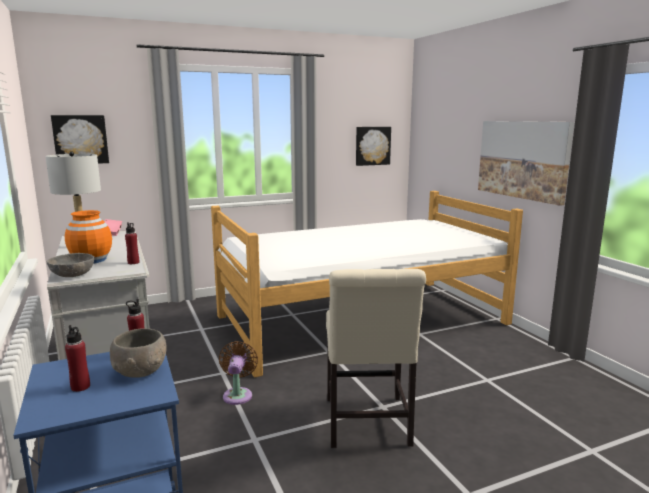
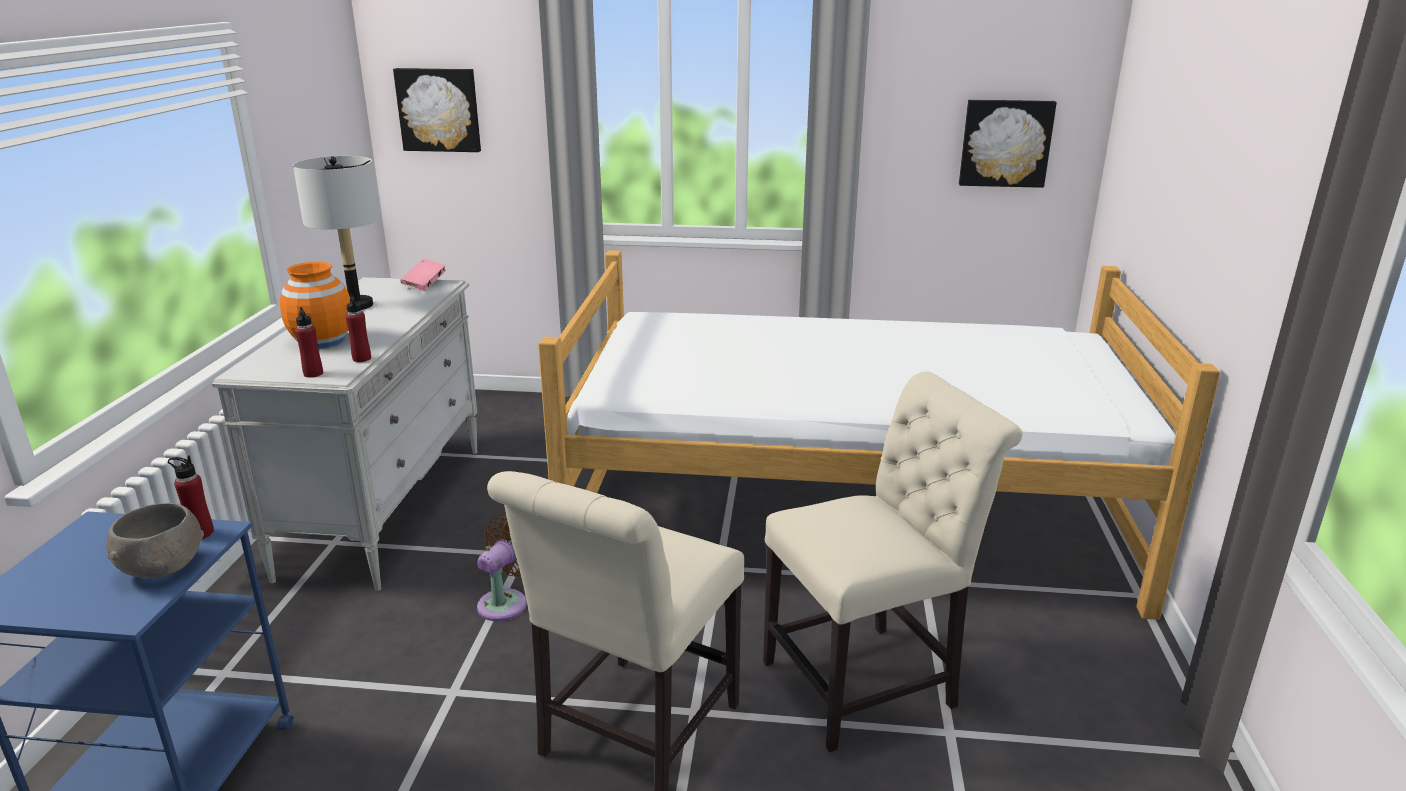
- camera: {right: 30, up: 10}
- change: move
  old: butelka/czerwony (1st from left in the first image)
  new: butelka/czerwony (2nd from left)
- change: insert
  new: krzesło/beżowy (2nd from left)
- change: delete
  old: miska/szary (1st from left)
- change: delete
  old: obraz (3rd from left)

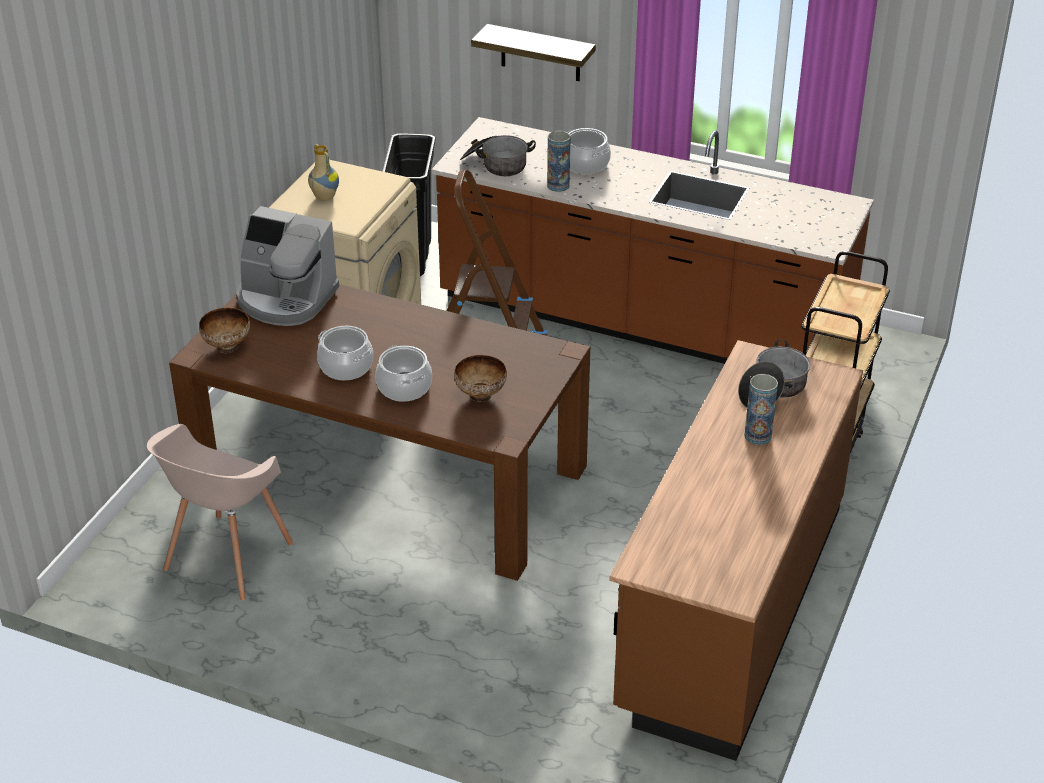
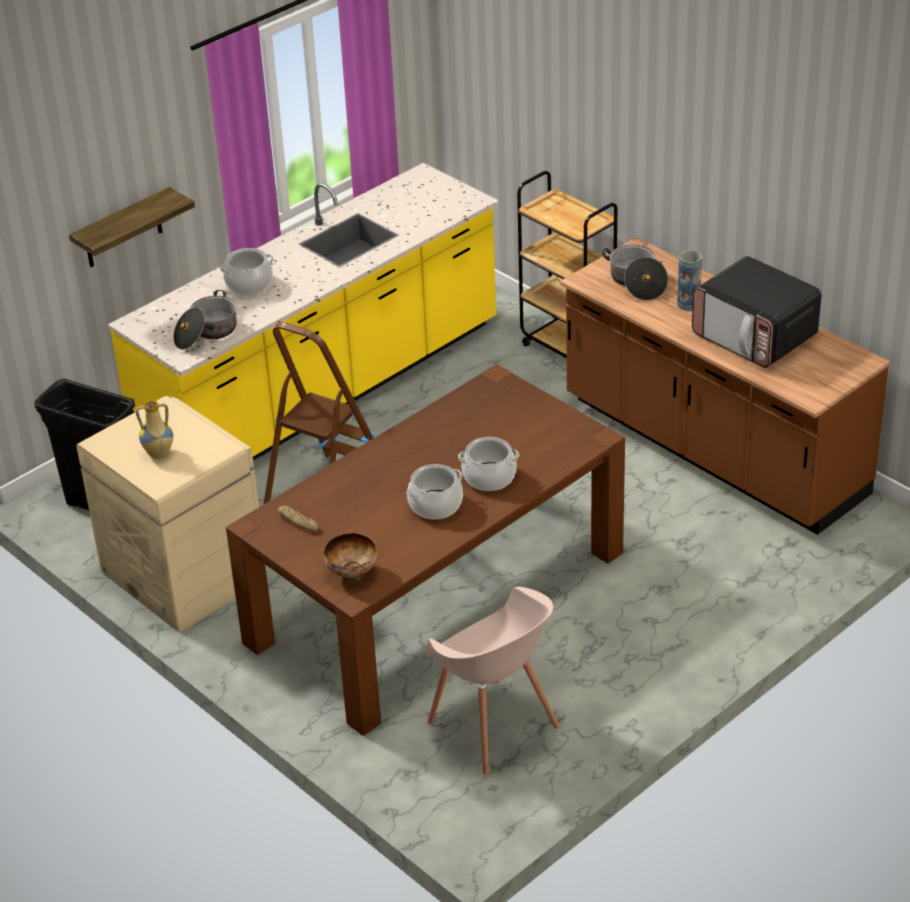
- camera: {right: -65, up: 0}
- change: recolor
  old: zabudowa kuchenna/brązowy (1st from left)
  new: zabudowa kuchenna/żółty
- change: replace
  old: ekspres do kawy
  new: chleb
- change: insert
  new: mikrofalówka
- change: delete
  old: miska (2nd from left)
- change: delete
  old: wazon (2nd from left)

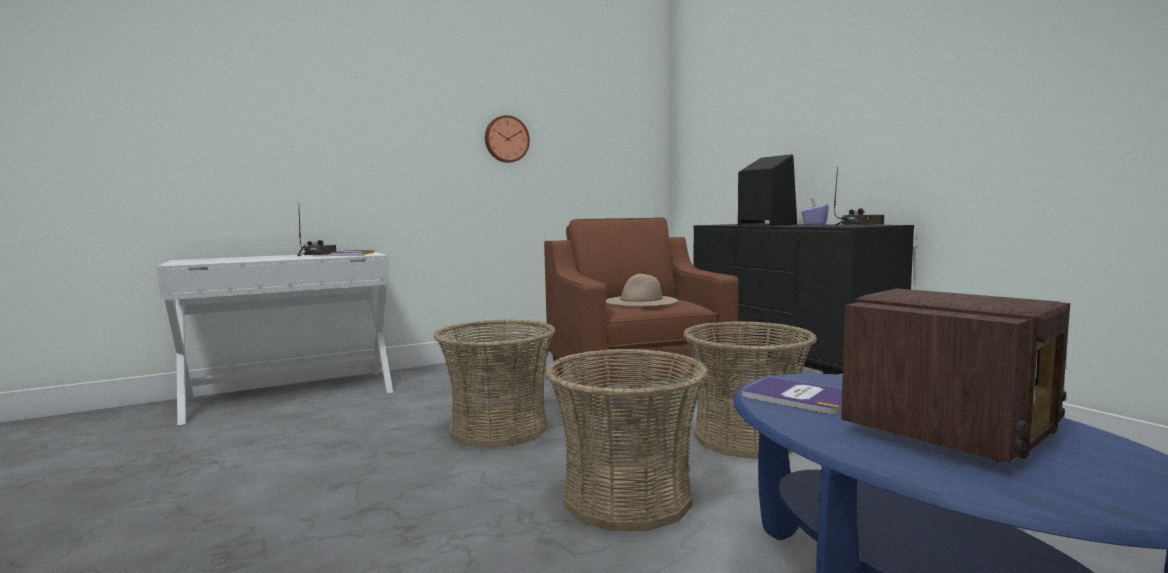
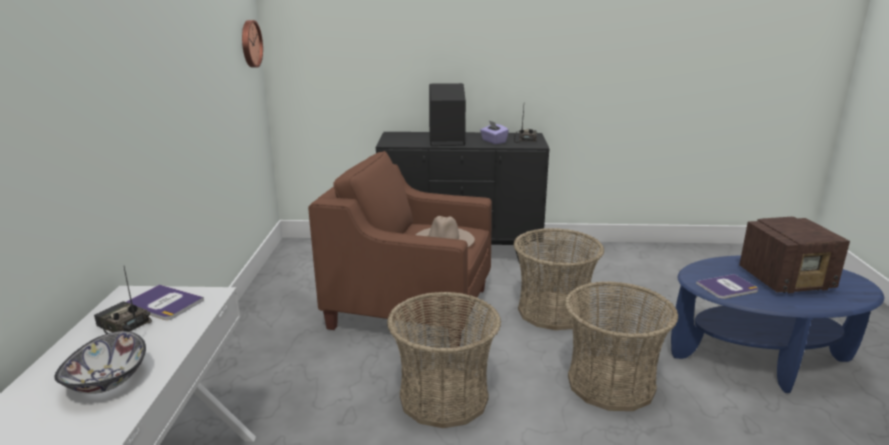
- camera: {right: -60, up: 15}
- change: insert
  new: miska
- change: move
  old: zegar ścienny
- change: rotate
  old: radio (3rd from left)
  degrees: 90

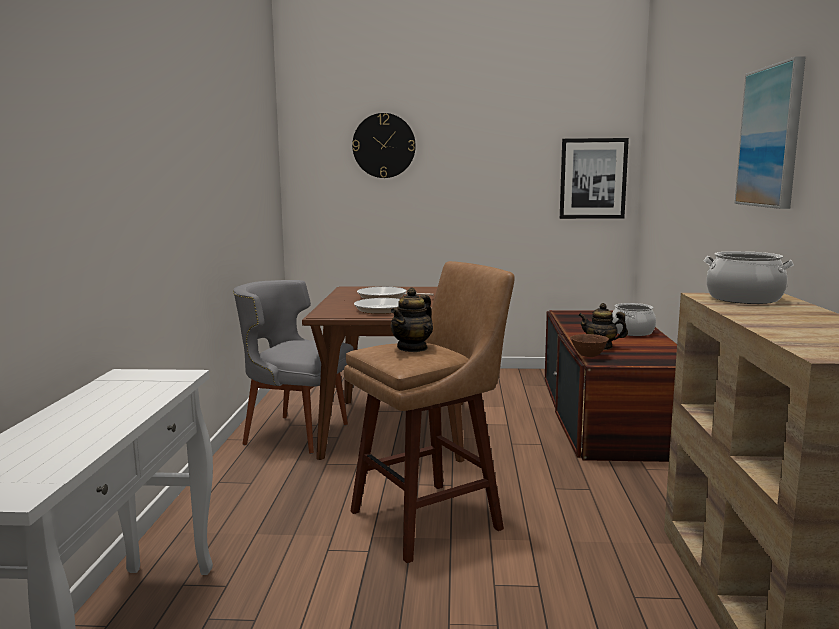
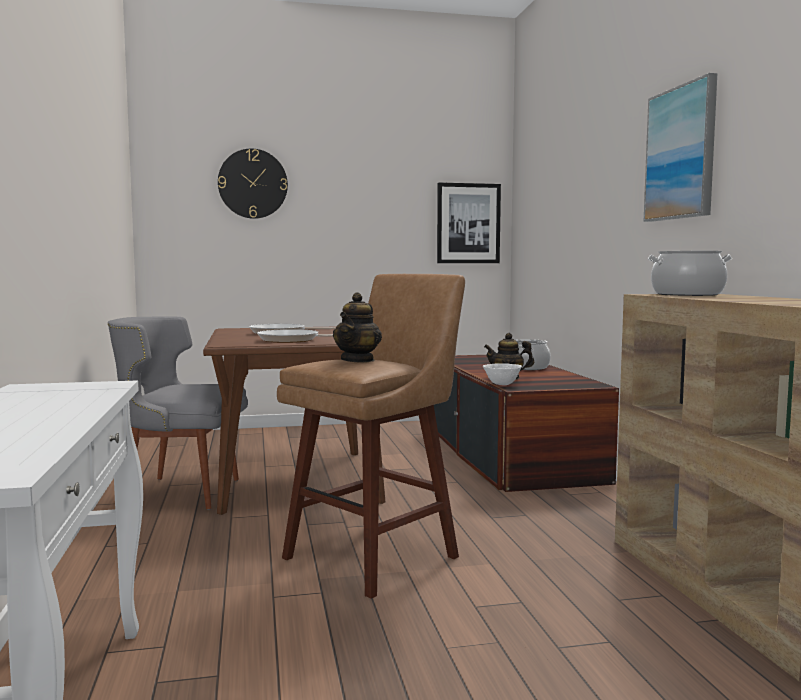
- camera: {right: -15, up: -5}
- change: recolor
  old: miska/brązowy
  new: miska/biały

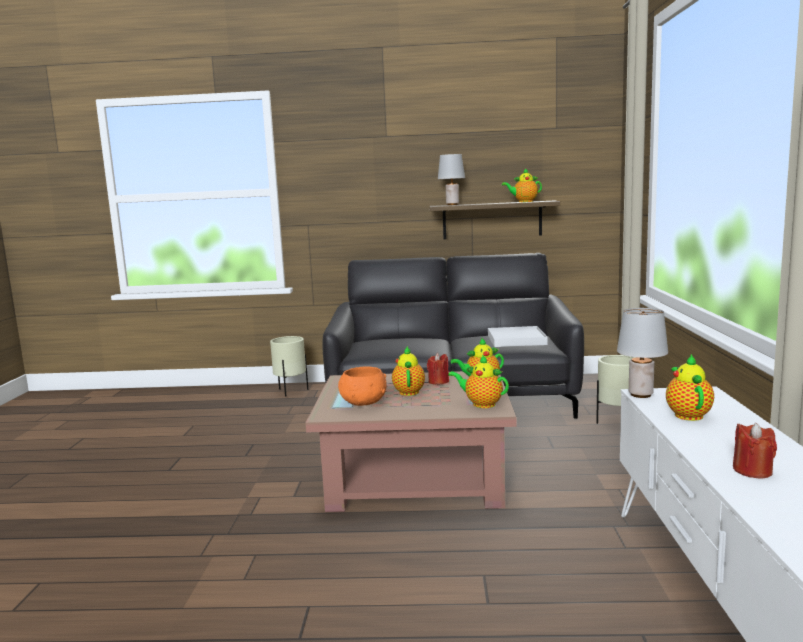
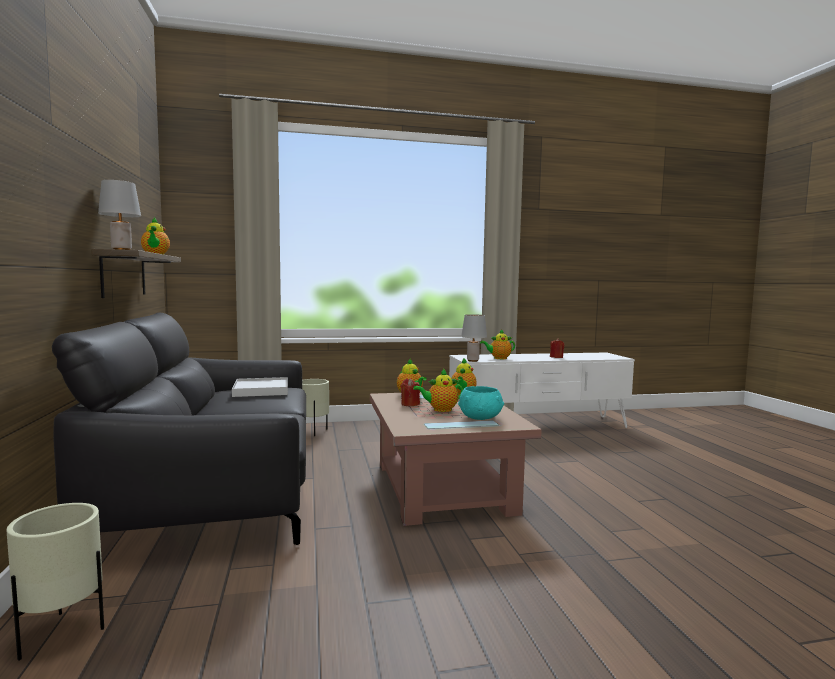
- camera: {right: -105, up: -5}
- change: recolor
  old: miska/pomarańczowy
  new: miska/turkusowy

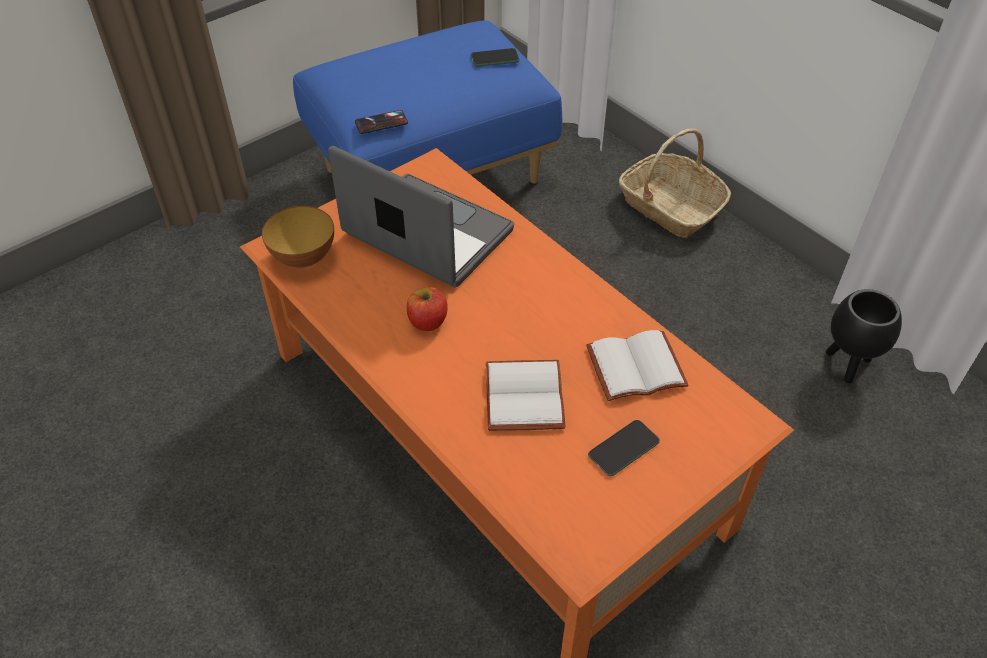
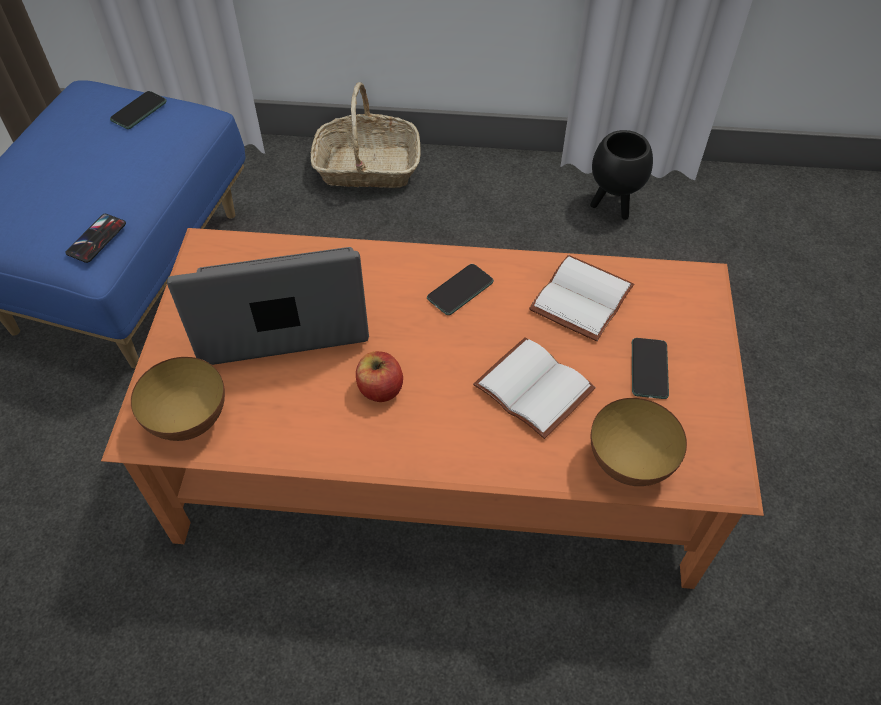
- camera: {right: -45, up: 5}
- change: insert
  new: telefon (3rd from left)
- change: insert
  new: miska (2nd from left)

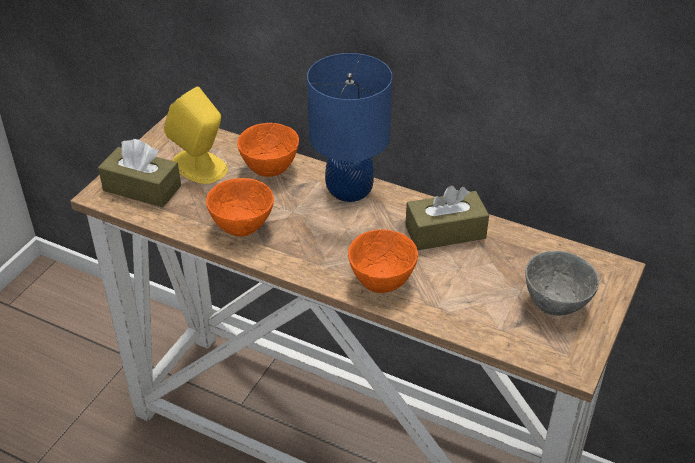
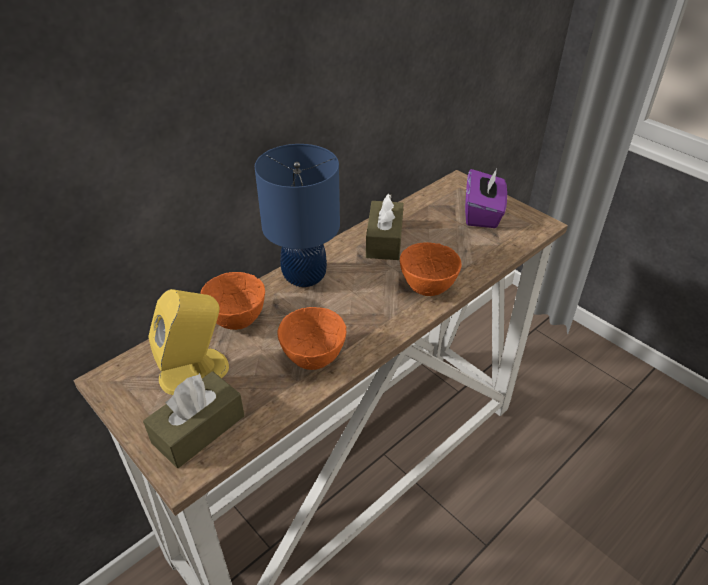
- camera: {right: -70, up: 0}
- change: replace
  old: miska/szary
  new: pudełko chusteczek/fioletowy

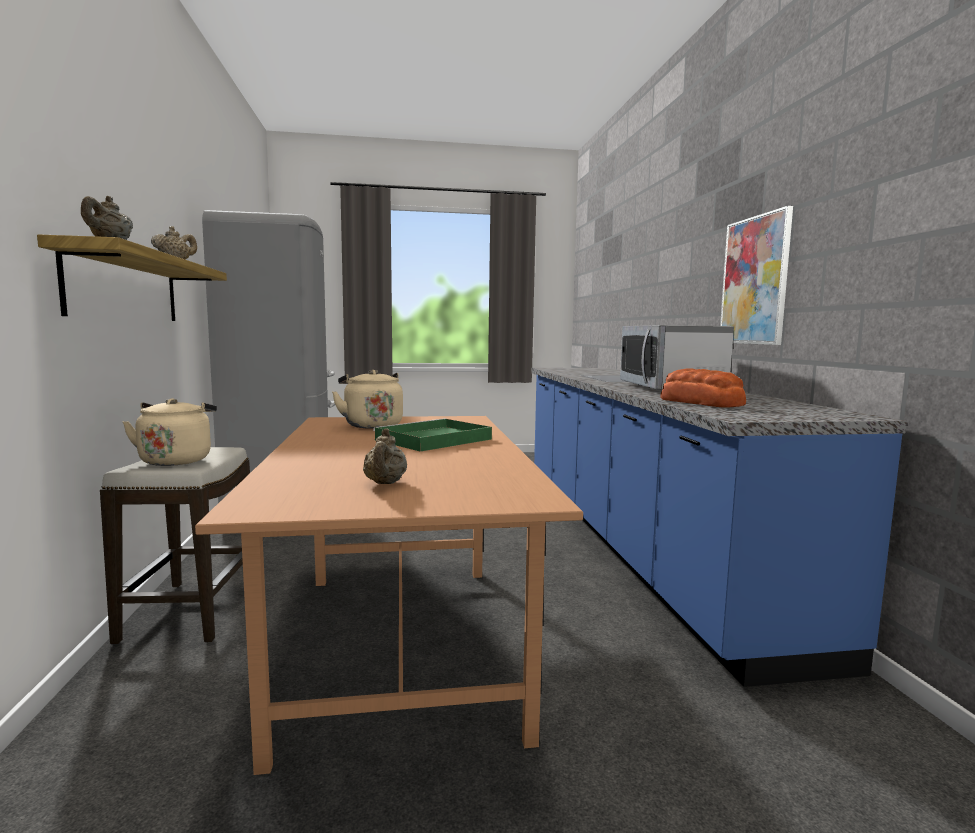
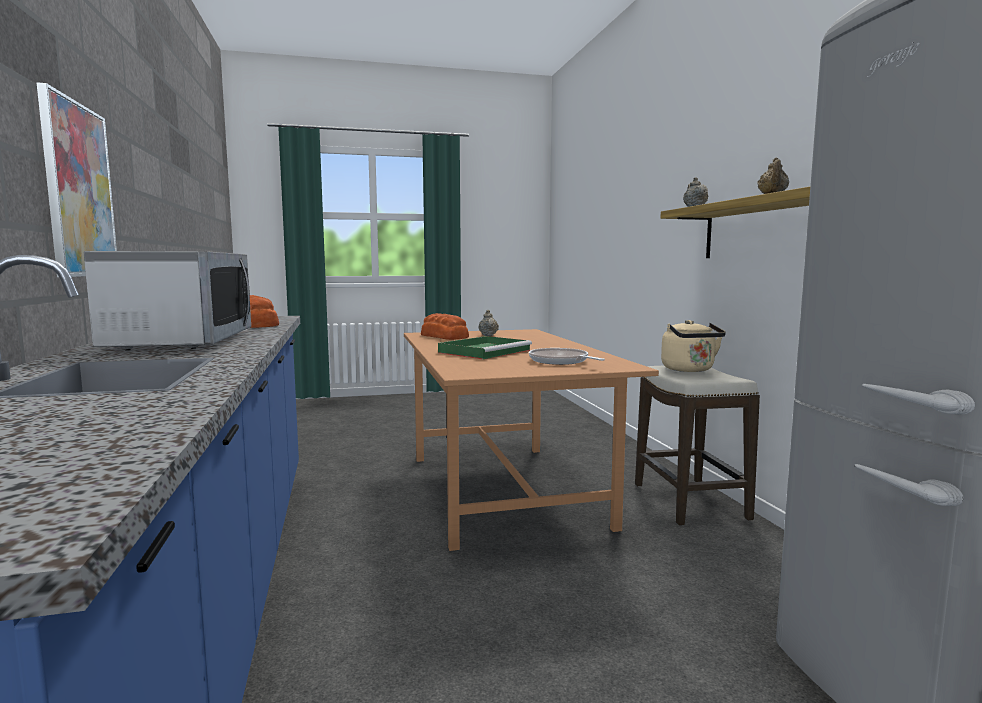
- camera: {right: 175, up: 0}
- change: insert
  new: chleb (2nd from left)
- change: replace
  old: czajnik/beżowy (2nd from left)
  new: patelnia

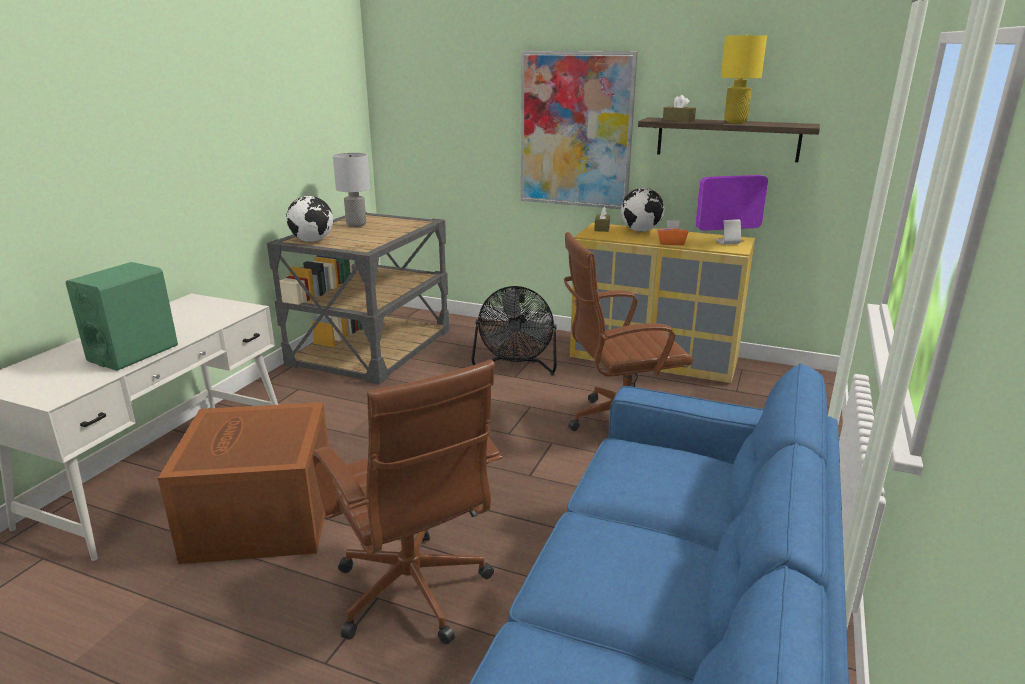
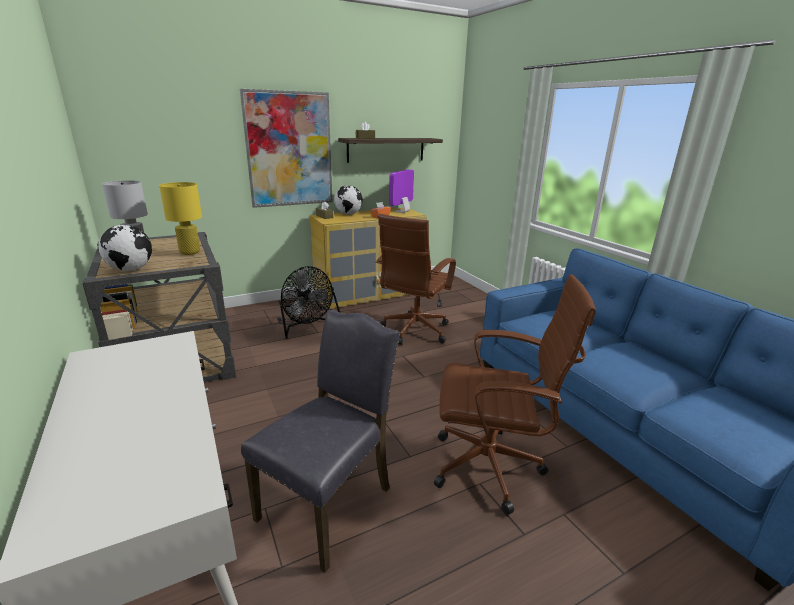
- camera: {right: -50, up: 0}
- change: move
  old: lampa stołowa/żółty
- change: replace
  old: pojemnik do przechowywania/brązowy
  new: krzesło/szary
- change: delete
  old: głośnik/zielony

